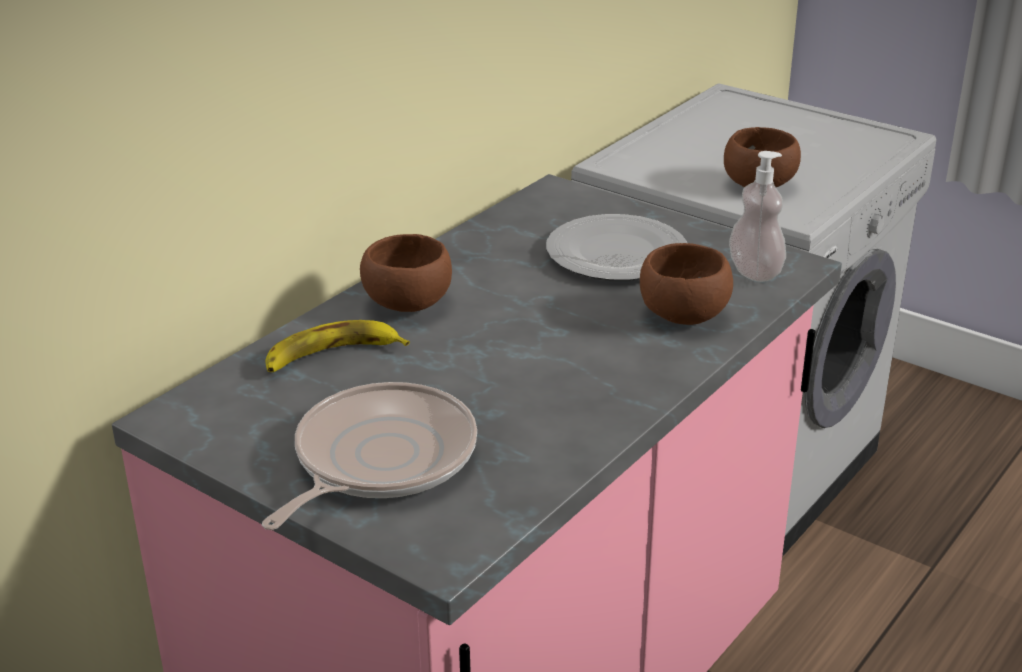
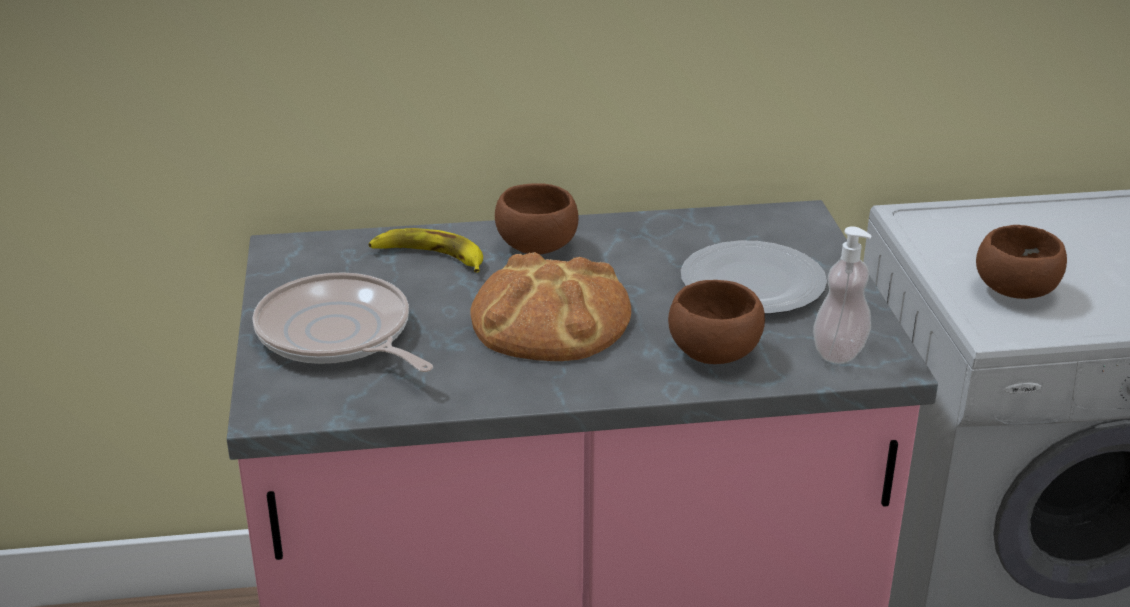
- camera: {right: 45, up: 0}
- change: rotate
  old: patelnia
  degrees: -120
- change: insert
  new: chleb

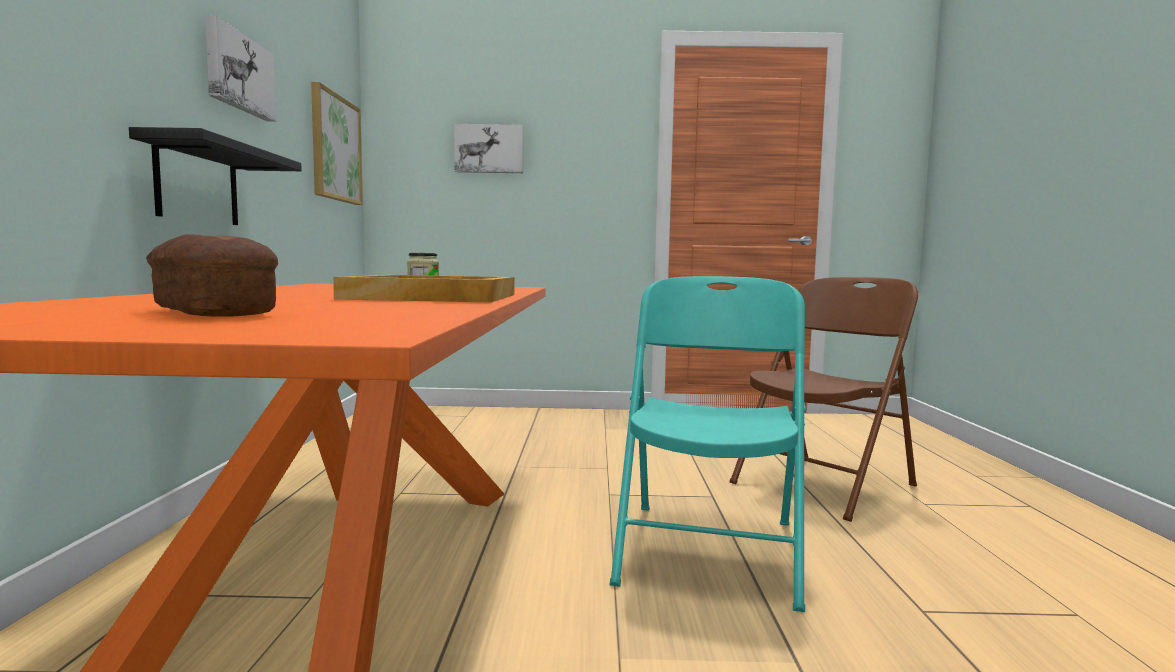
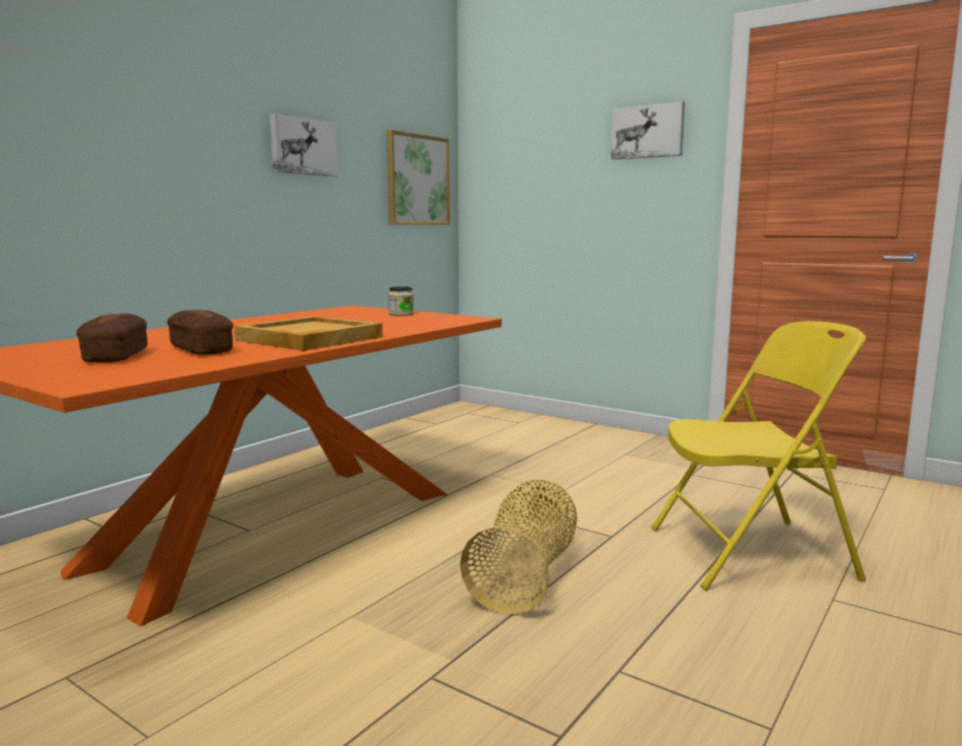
- camera: {right: 35, up: 5}
- change: insert
  new: chleb (2nd from left)
- change: replace
  old: krzesło/turkusowy
  new: koszyk
- change: move
  old: obraz (3rd from left)
- change: recolor
  old: krzesło/brązowy
  new: krzesło/żółty
- change: delete
  old: półka/czarny

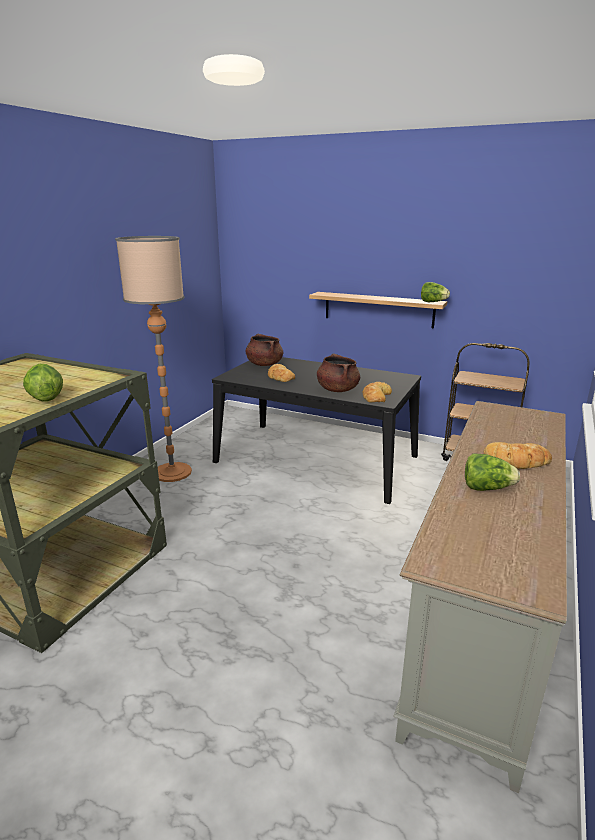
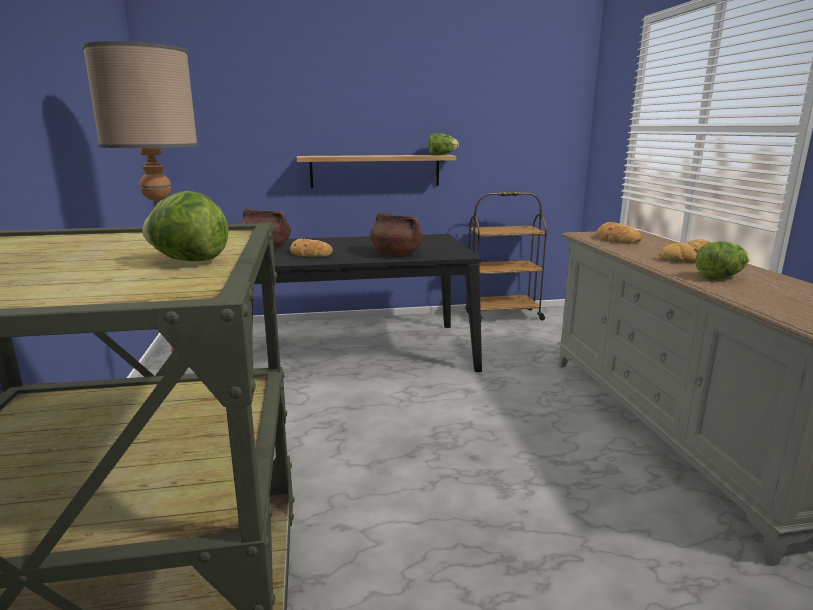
- camera: {right: -35, up: -5}
- change: move
  old: chleb (2nd from left)

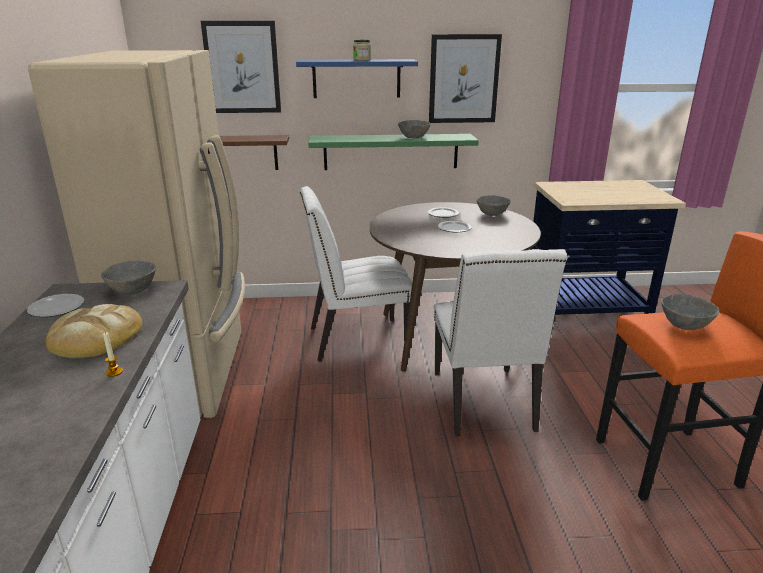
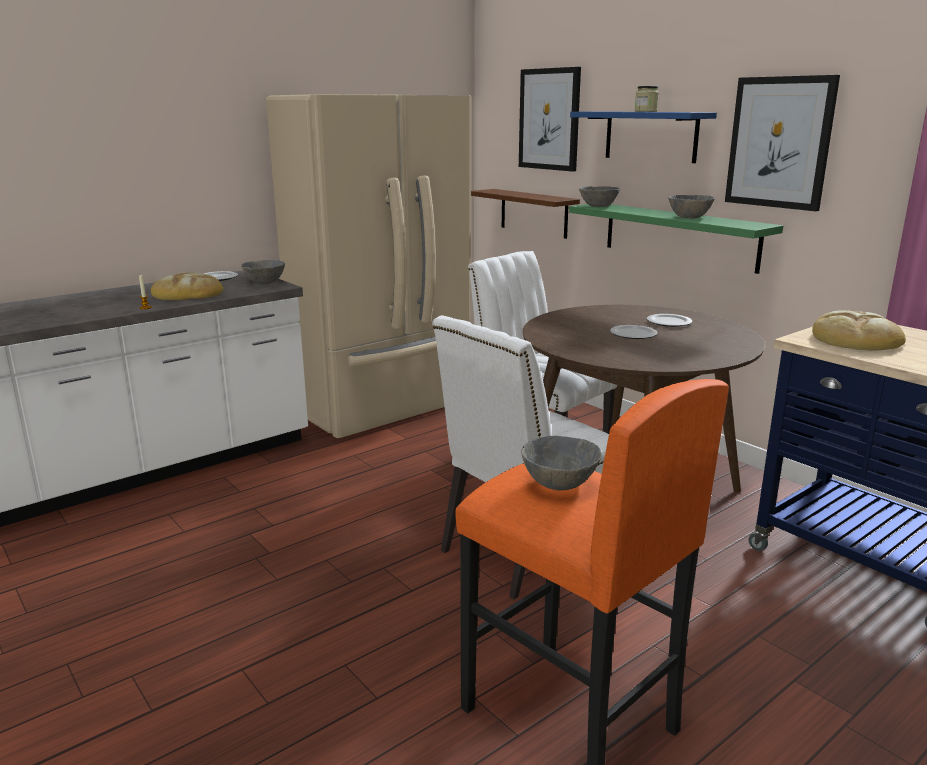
- camera: {right: 55, up: -5}
- change: move
  old: miska/szary (3rd from left)
- change: insert
  new: chleb (2nd from left)

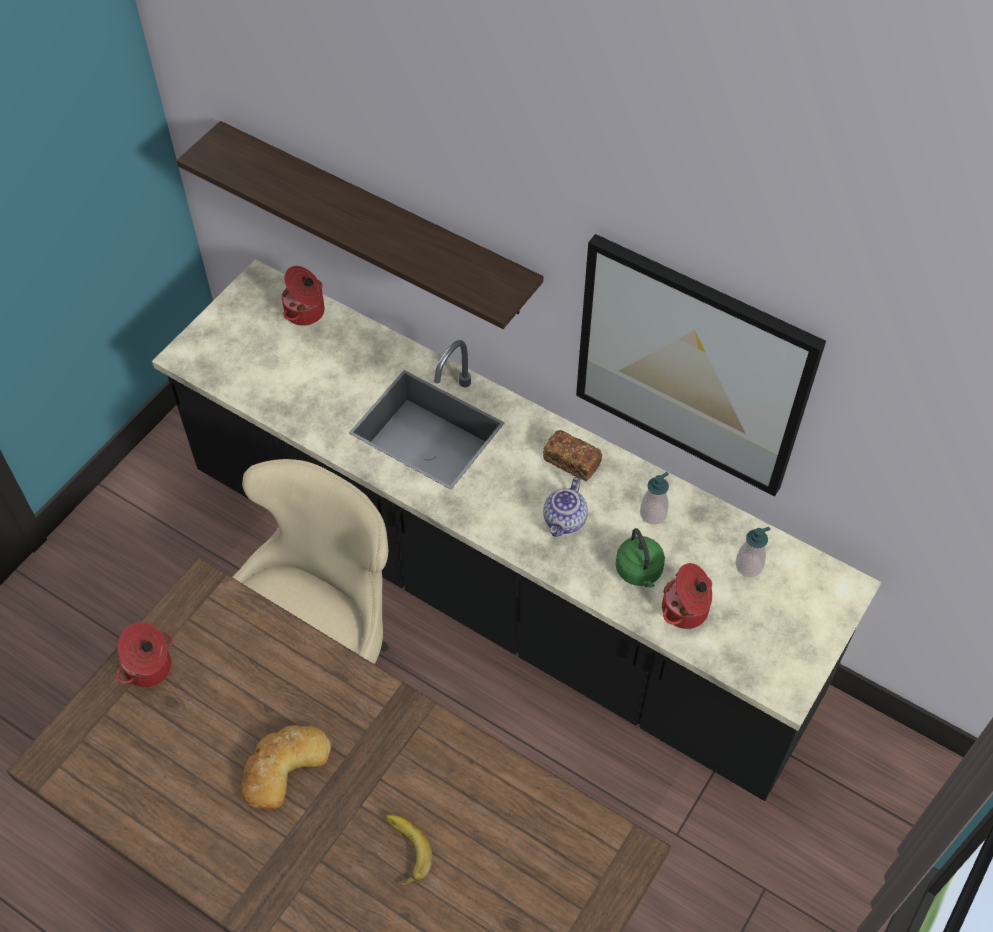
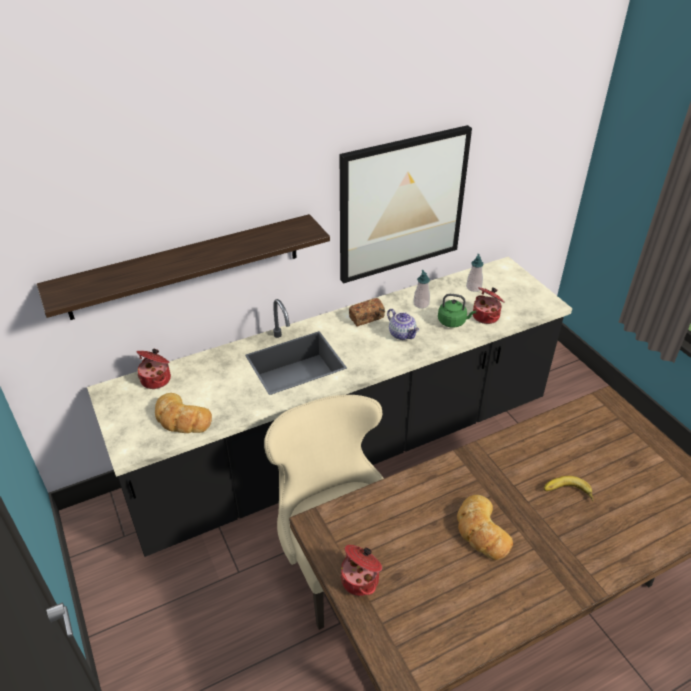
- camera: {right: -60, up: -15}
- change: insert
  new: chleb (1st from left)

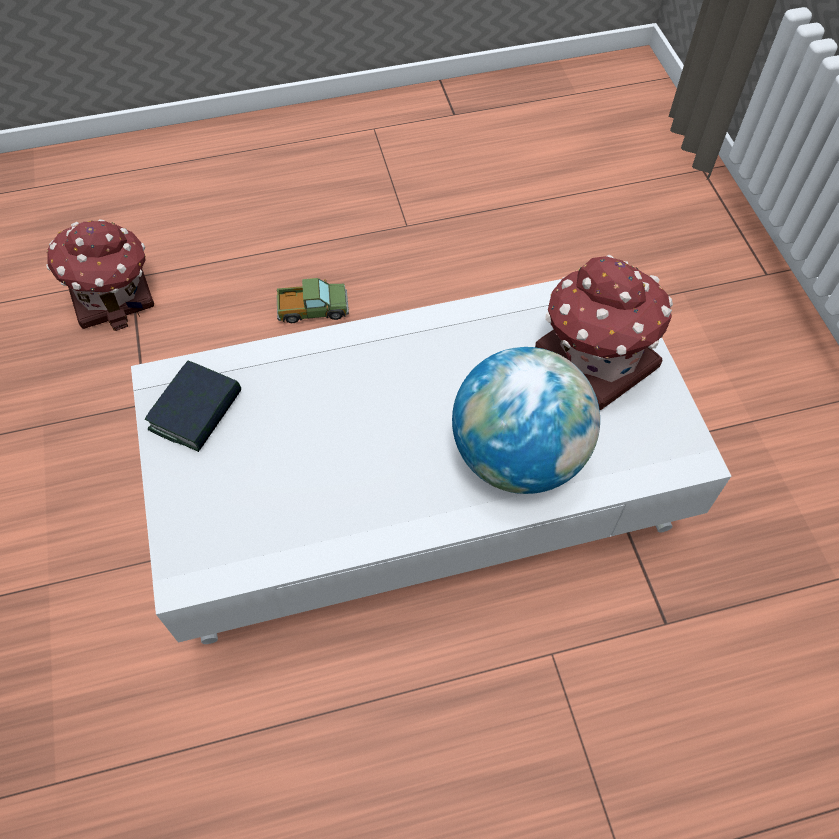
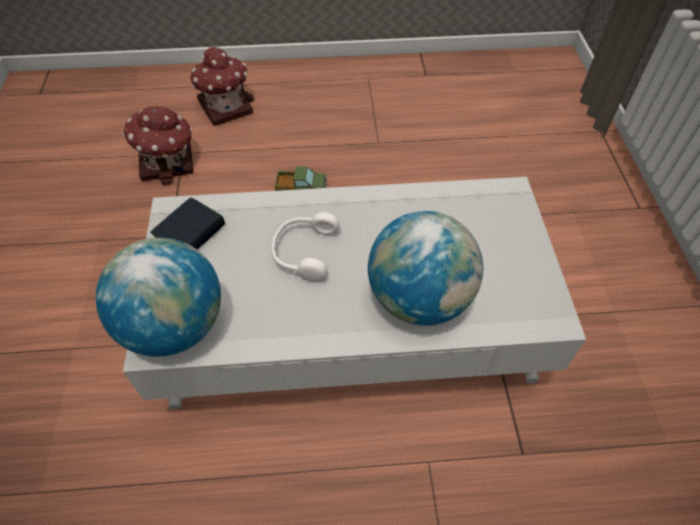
- camera: {right: 10, up: -5}
- change: insert
  new: globus (1st from left)
- change: move
  old: domek (2nd from left)
- change: insert
  new: słuchawki/biały

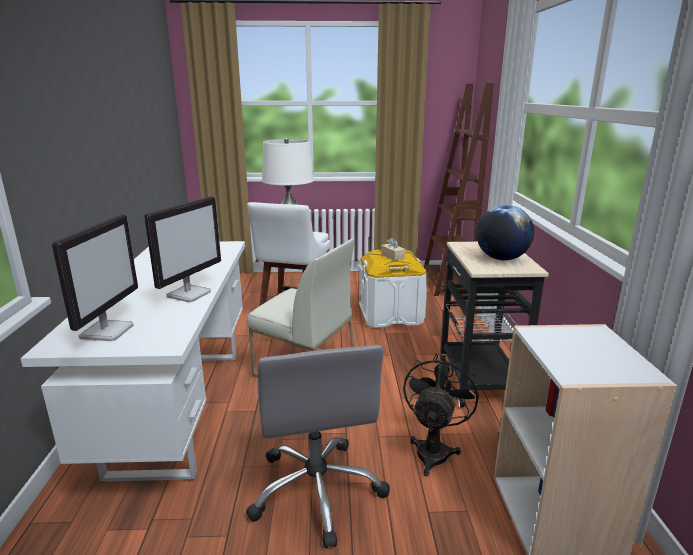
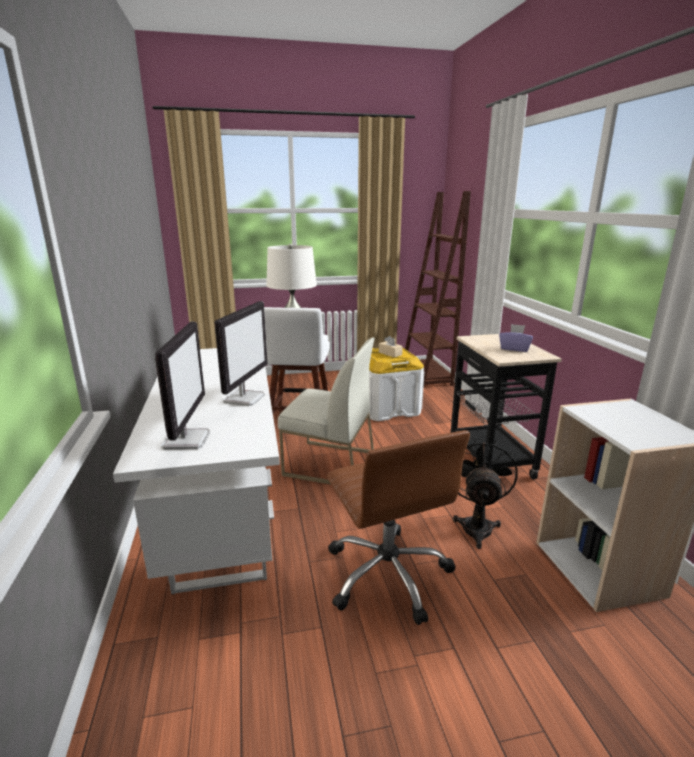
- camera: {right: -10, up: 0}
- change: recolor
  old: krzesło biurowe/szary
  new: krzesło biurowe/brązowy
- change: replace
  old: globus
  new: pudełko chusteczek/fioletowy

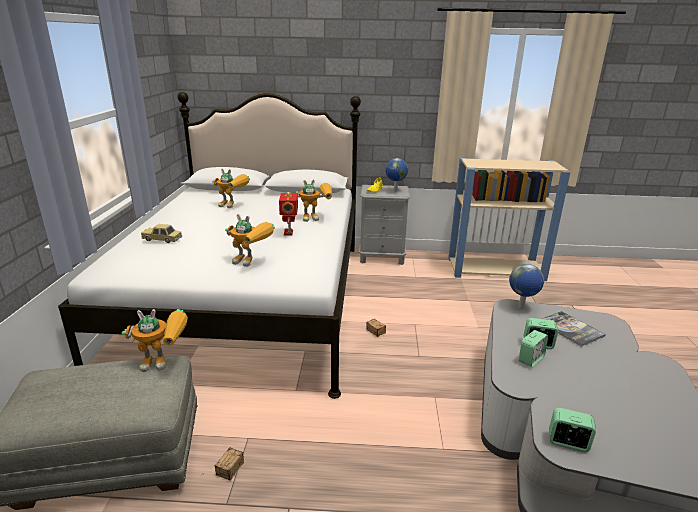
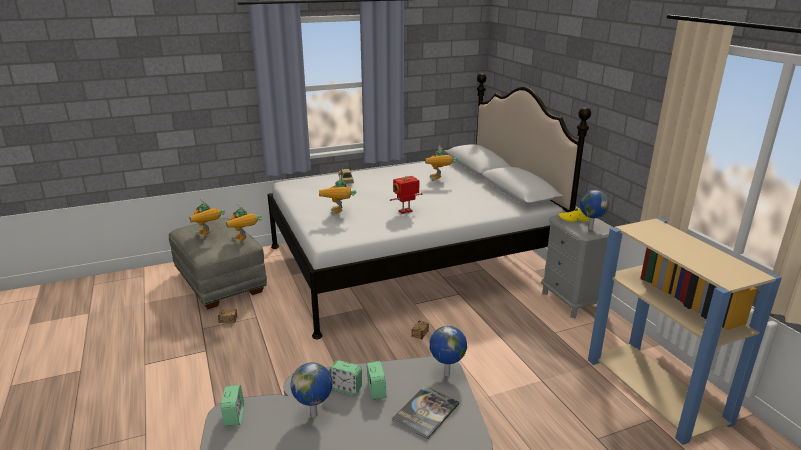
- camera: {right: 65, up: 0}
- change: move
  old: robot zabawkowy (5th from left in the first image)
  new: robot zabawkowy (1st from left)
- change: insert
  new: globus (1st from left)

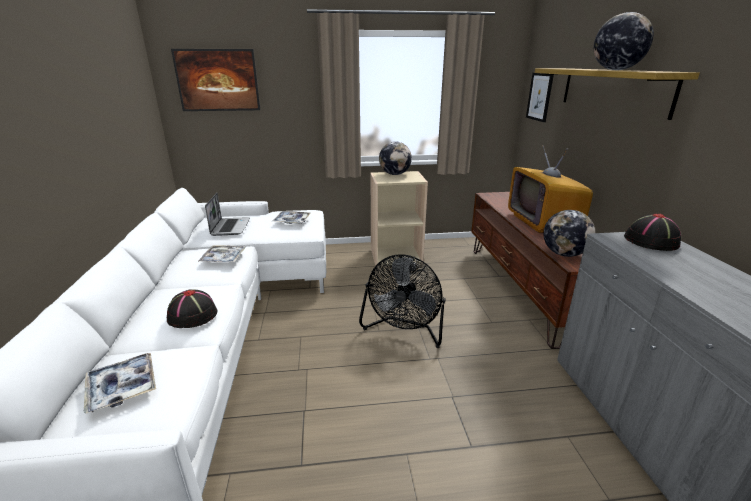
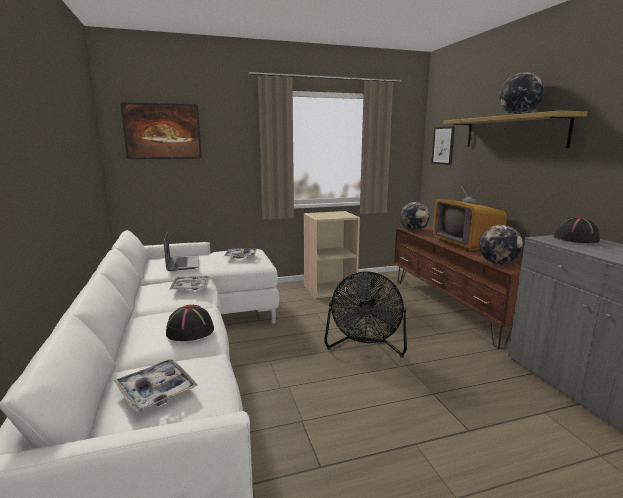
- camera: {right: -10, up: -10}
- change: move
  old: globus (1st from left)

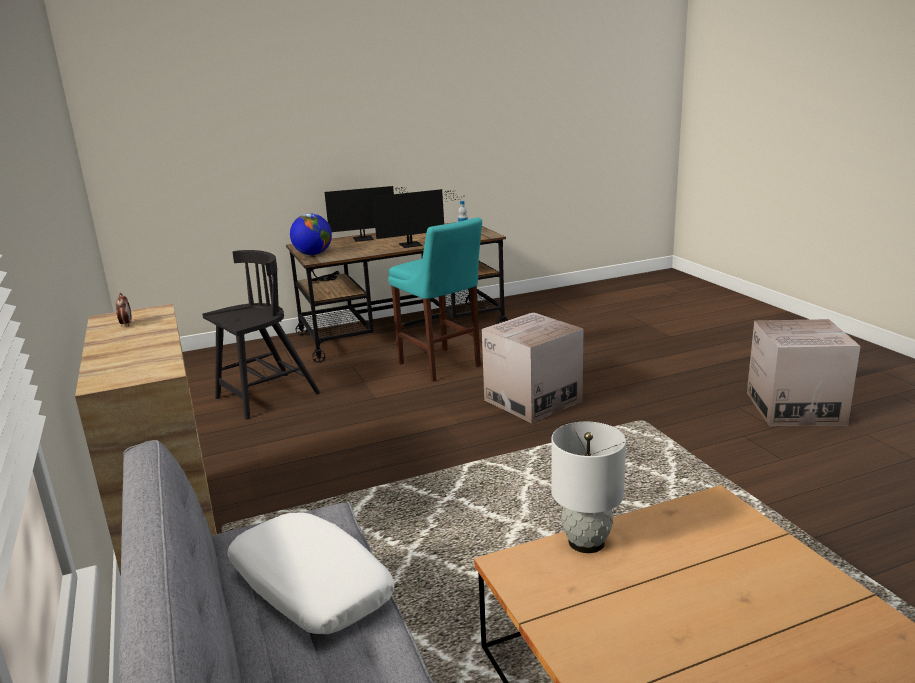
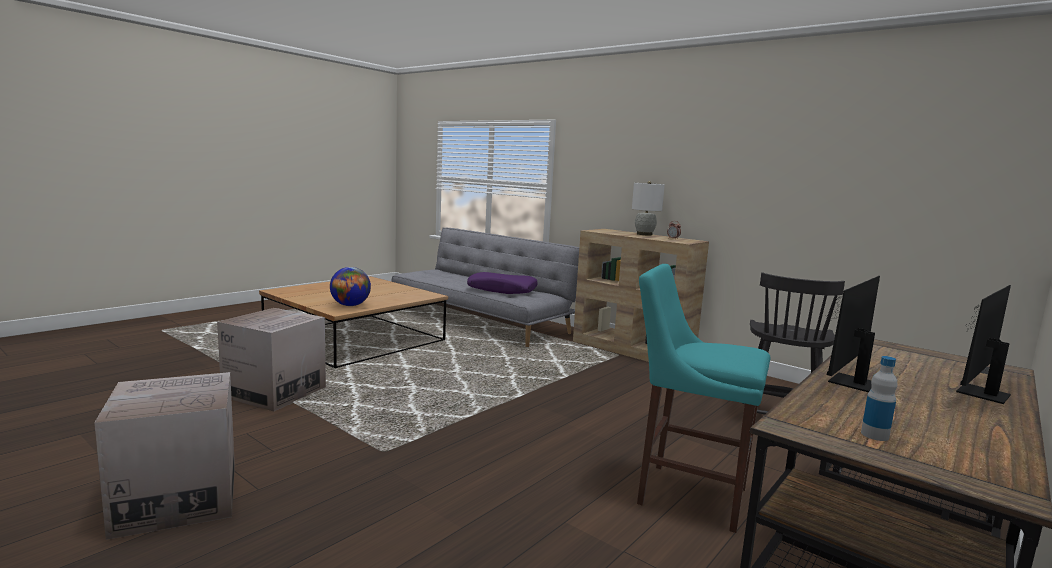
- camera: {right: 150, up: -10}
- change: move
  old: karton (1st from left in the first image)
  new: karton (2nd from left)
- change: move
  old: globus
- change: recolor
  old: poduszka/biały
  new: poduszka/fioletowy
- change: move
  old: lampa stołowa/biały

